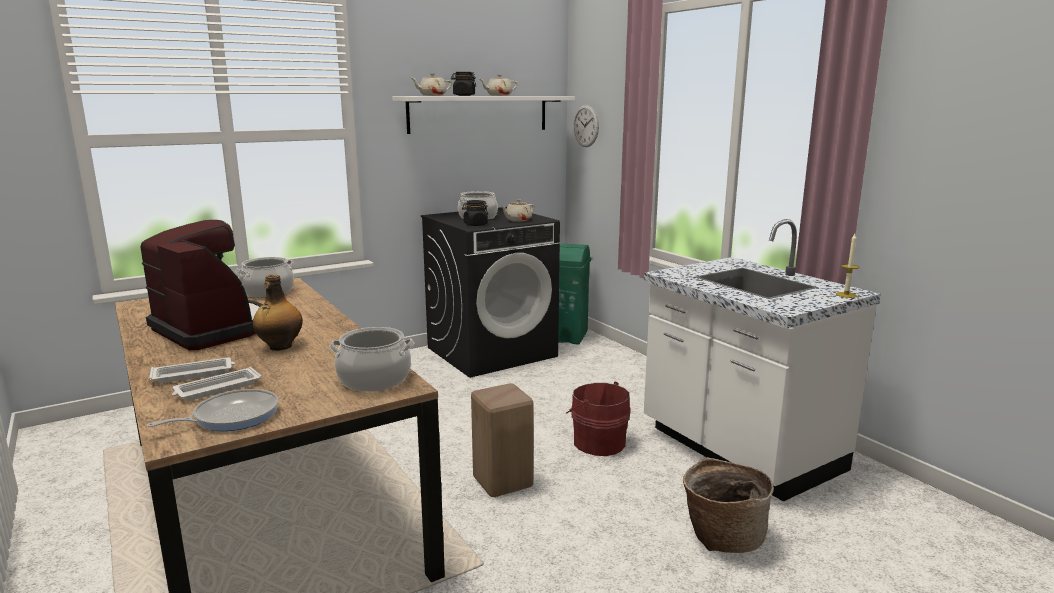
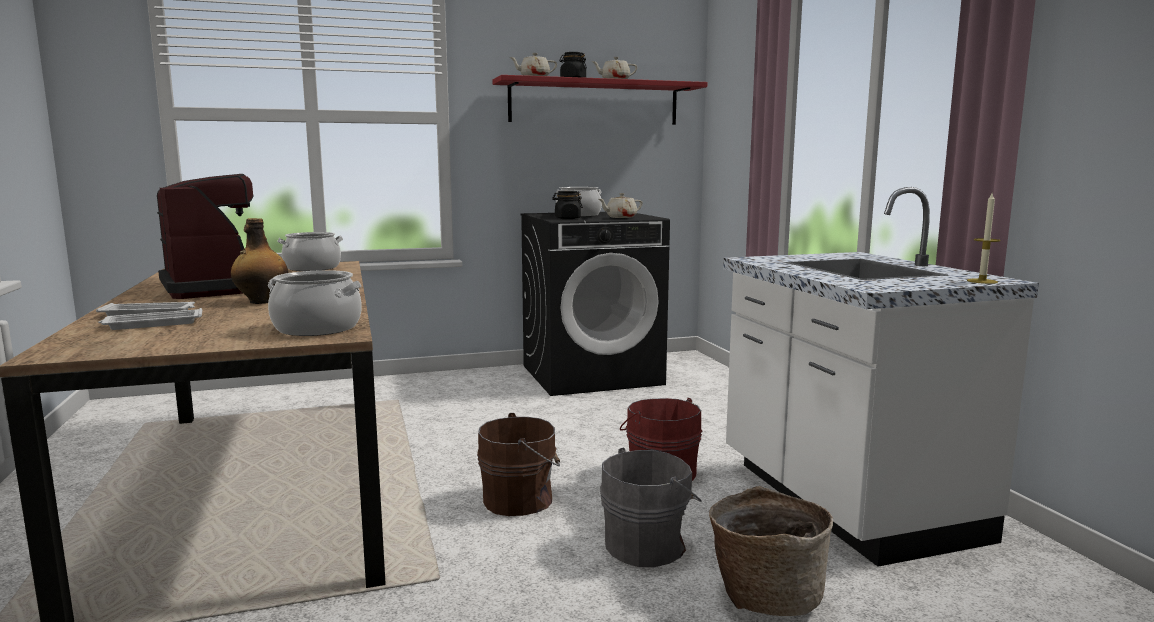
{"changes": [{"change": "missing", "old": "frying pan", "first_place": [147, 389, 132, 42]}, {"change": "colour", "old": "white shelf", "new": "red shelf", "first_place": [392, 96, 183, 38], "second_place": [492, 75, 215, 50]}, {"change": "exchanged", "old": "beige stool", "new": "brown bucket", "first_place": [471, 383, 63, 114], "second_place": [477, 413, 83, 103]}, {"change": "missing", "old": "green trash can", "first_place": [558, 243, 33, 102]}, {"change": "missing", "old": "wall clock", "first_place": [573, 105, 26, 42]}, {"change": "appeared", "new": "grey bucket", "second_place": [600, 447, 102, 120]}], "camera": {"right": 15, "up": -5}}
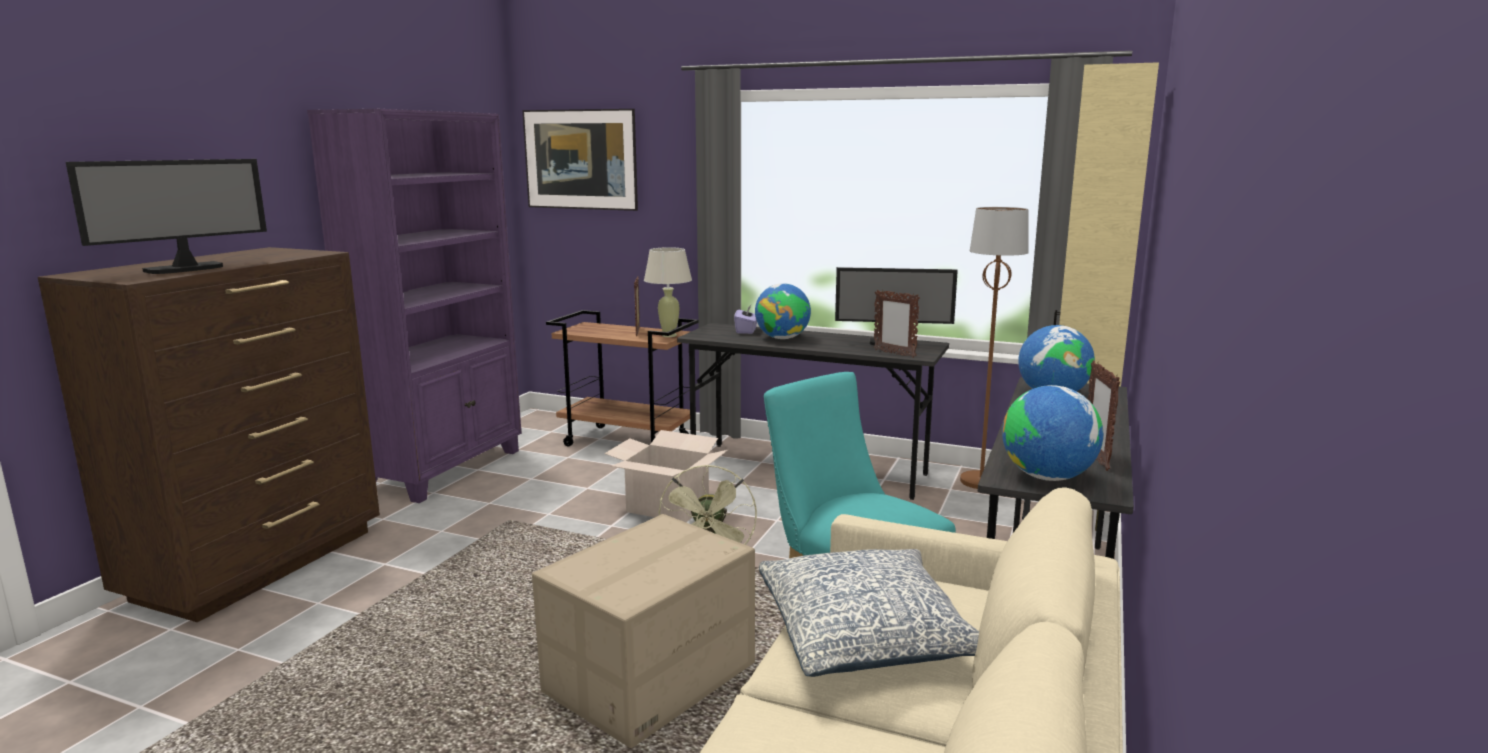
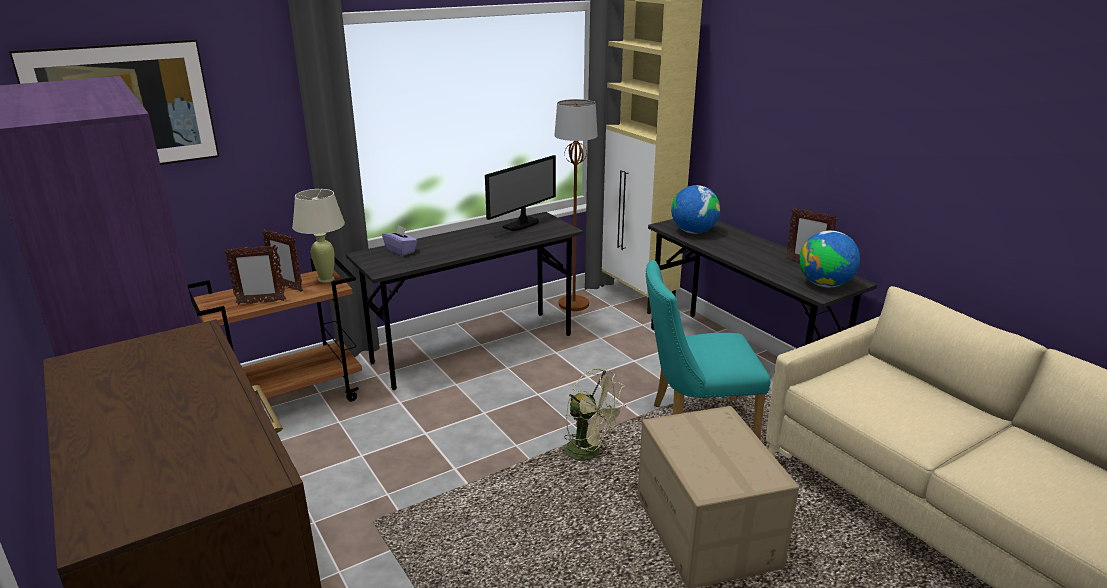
{"changes": [{"change": "missing", "old": "monitor", "first_place": [66, 159, 201, 115]}, {"change": "missing", "old": "cardboard box", "first_place": [604, 430, 124, 92]}, {"change": "missing", "old": "globe", "first_place": [755, 283, 56, 56]}, {"change": "missing", "old": "pillow", "first_place": [759, 549, 220, 128]}, {"change": "relocated", "old": "picture frame", "first_place": [874, 290, 46, 68], "second_place": [224, 244, 62, 61]}], "camera": {"right": -55, "up": 10}}
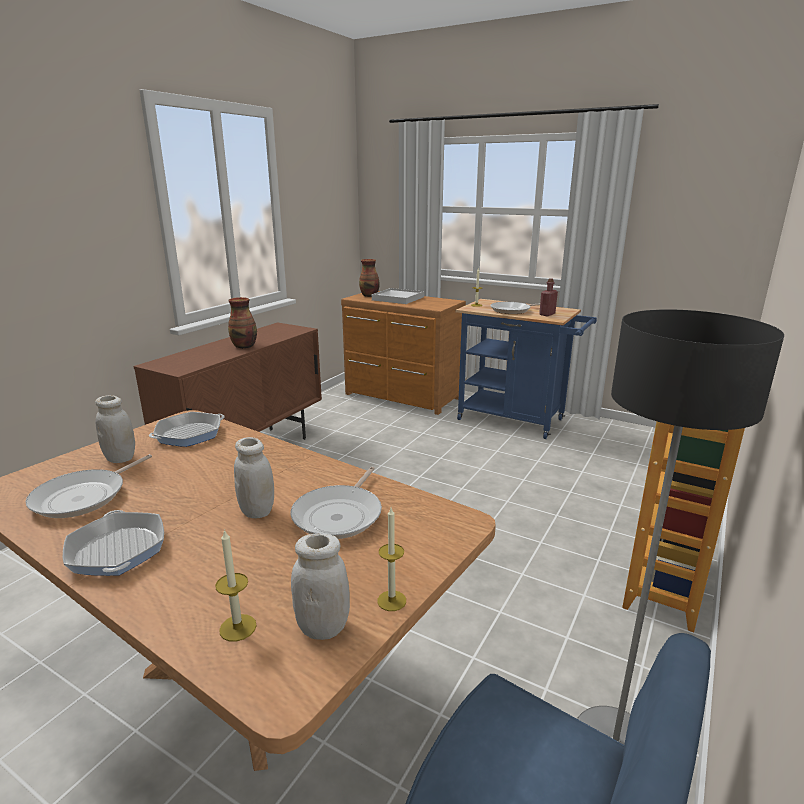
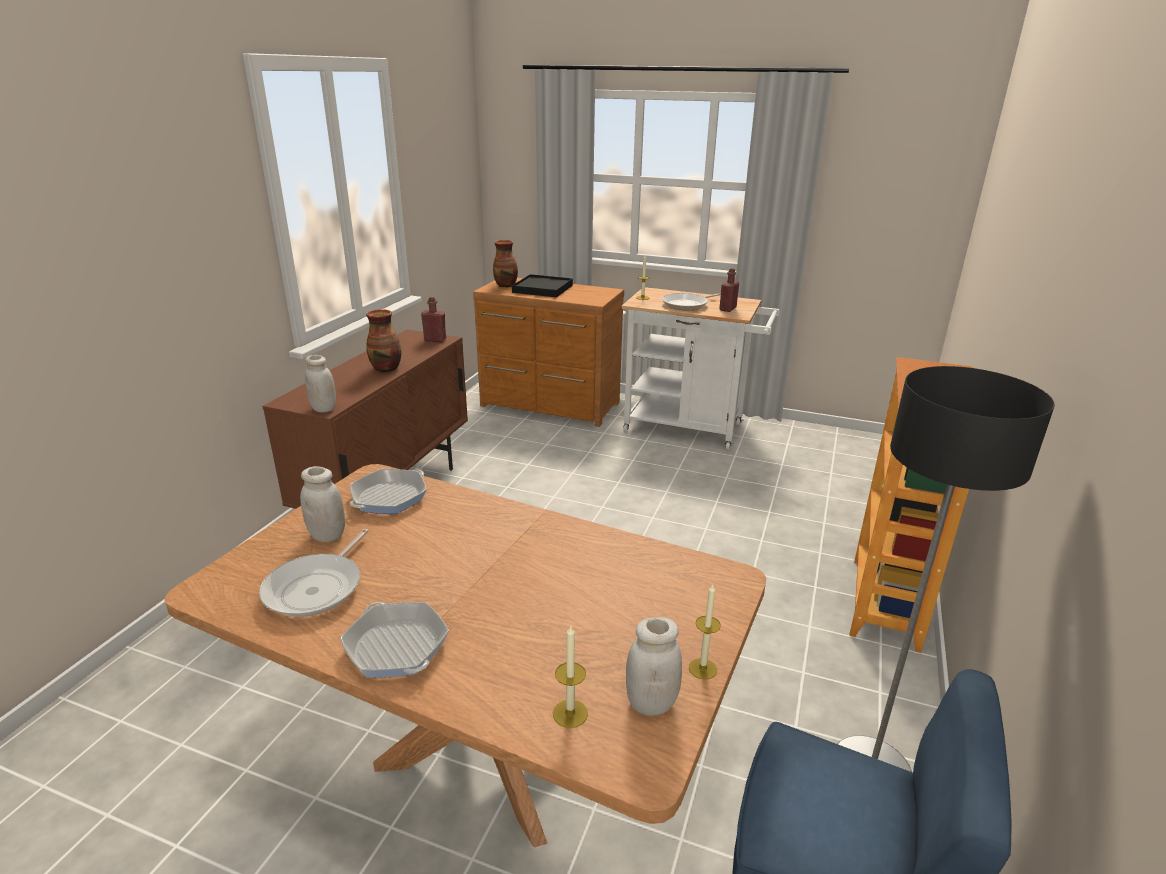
{"changes": [{"change": "relocated", "old": "white jar", "first_place": [234, 437, 40, 82], "second_place": [305, 355, 31, 57]}, {"change": "missing", "old": "frying pan", "first_place": [290, 467, 92, 72]}, {"change": "colour", "old": "white tray", "new": "black tray", "first_place": [372, 288, 52, 16], "second_place": [512, 274, 61, 23]}, {"change": "colour", "old": "blue cart", "new": "white cart", "first_place": [456, 299, 141, 140], "second_place": [621, 287, 159, 163]}, {"change": "appeared", "new": "red bottle", "second_place": [421, 297, 25, 45]}], "camera": {"right": -10, "up": 5}}
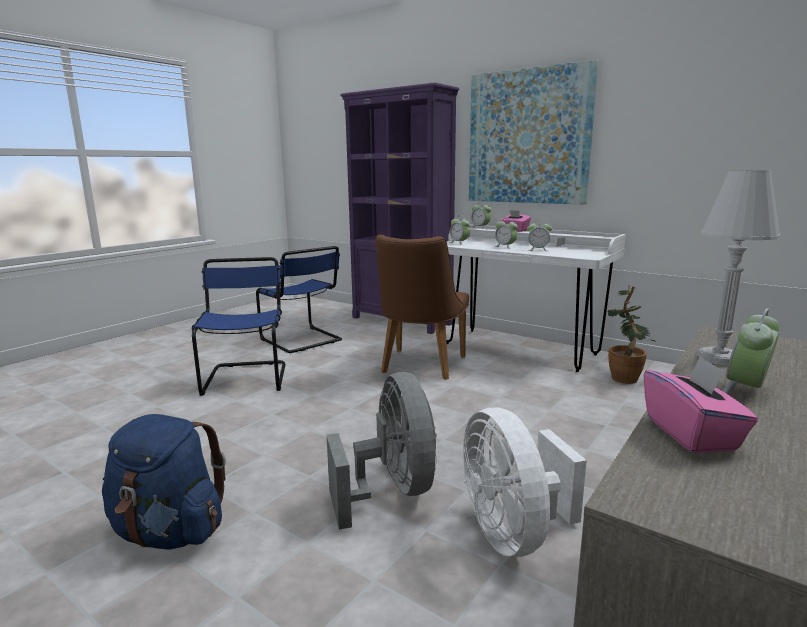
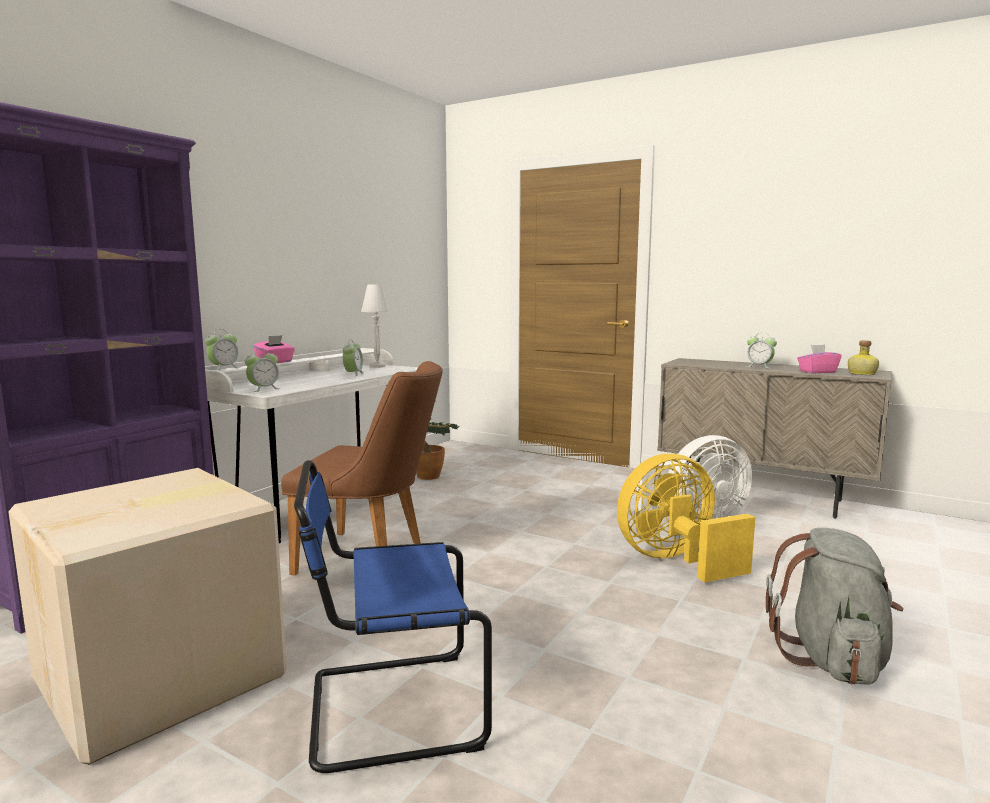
{"changes": [{"change": "colour", "old": "blue backpack", "new": "grey backpack", "first_place": [102, 414, 124, 136], "second_place": [766, 528, 137, 157]}, {"change": "exchanged", "old": "blue chair", "new": "cardboard box", "first_place": [256, 246, 86, 107], "second_place": [8, 468, 279, 297]}, {"change": "colour", "old": "grey fan", "new": "yellow fan", "first_place": [326, 372, 111, 158], "second_place": [617, 454, 138, 128]}, {"change": "missing", "old": "picture", "first_place": [469, 60, 129, 145]}, {"change": "missing", "old": "alarm clock", "first_place": [495, 218, 23, 31]}, {"change": "relocated", "old": "white table lamp", "first_place": [699, 170, 81, 196], "second_place": [361, 284, 29, 84]}, {"change": "appeared", "new": "bottle", "second_place": [848, 340, 31, 35]}], "camera": {"right": -95, "up": -5}}
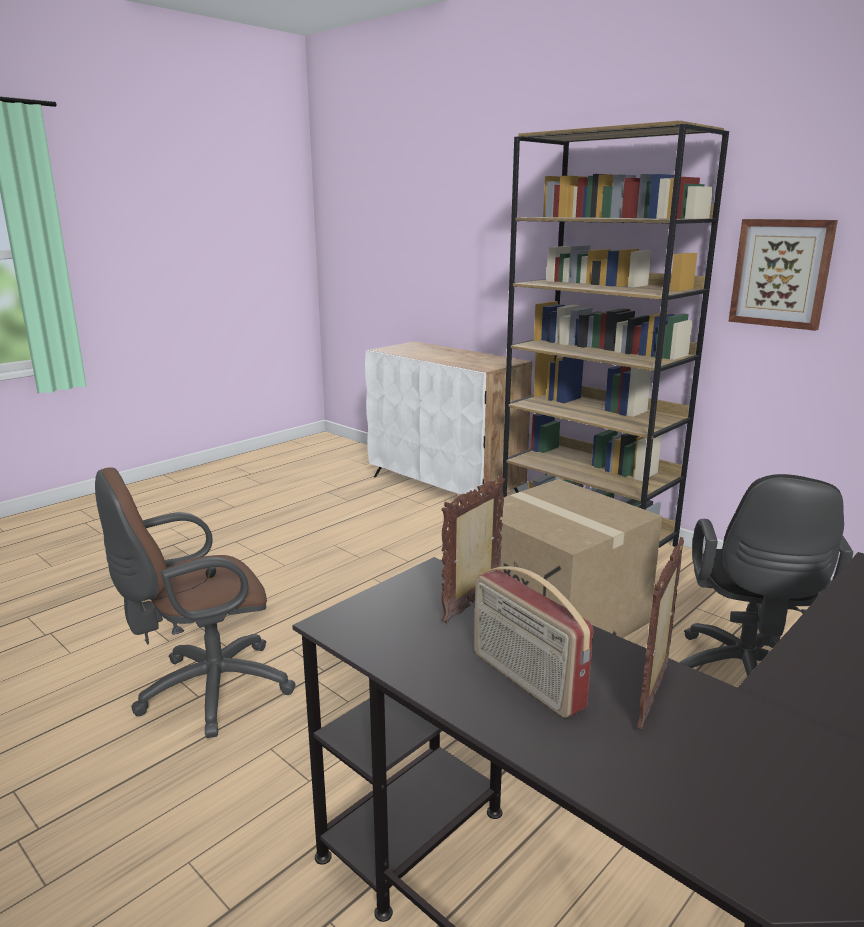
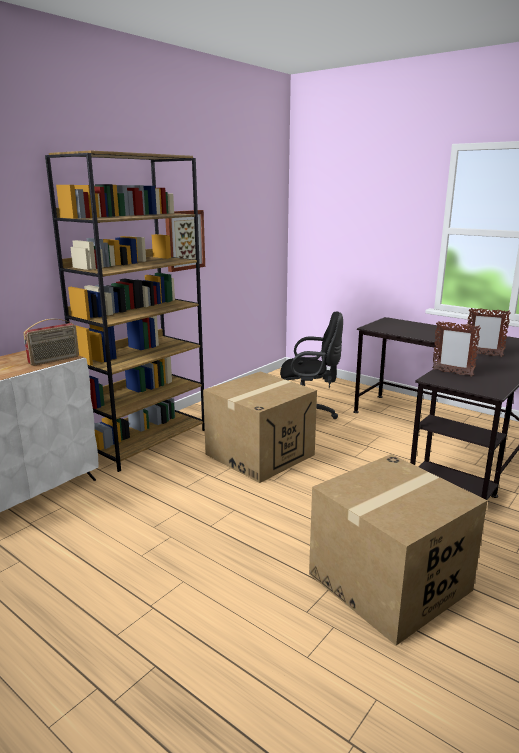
{"changes": [{"change": "exchanged", "old": "brown office chair", "new": "cardboard box", "first_place": [95, 467, 201, 271], "second_place": [309, 454, 179, 192]}, {"change": "relocated", "old": "radio", "first_place": [474, 566, 120, 152], "second_place": [23, 319, 56, 47]}], "camera": {"right": -95, "up": 0}}
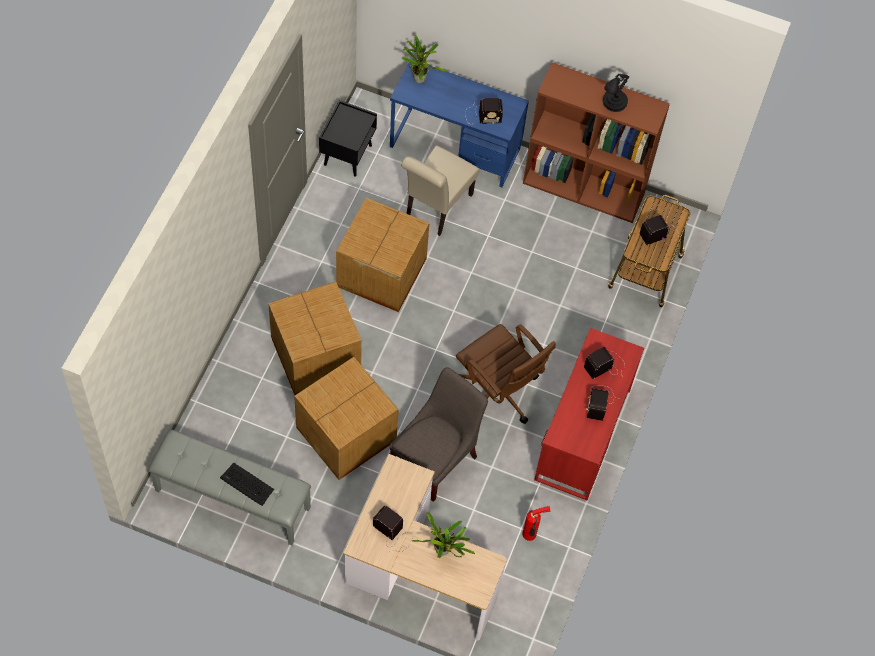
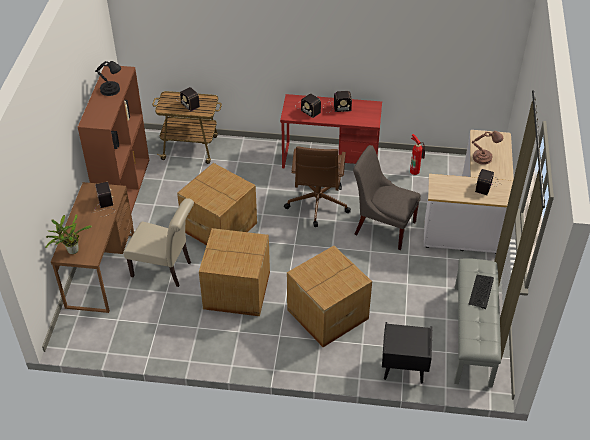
{"changes": [{"change": "relocated", "old": "cardboard box", "first_place": [294, 357, 105, 123], "second_place": [177, 163, 80, 82]}, {"change": "relocated", "old": "black nightstand", "first_place": [319, 100, 58, 77], "second_place": [382, 322, 50, 61]}, {"change": "colour", "old": "blue desk", "new": "brown desk", "first_place": [390, 59, 139, 128], "second_place": [51, 182, 83, 131]}, {"change": "exchanged", "old": "potted plant", "new": "brown table lamp", "first_place": [412, 512, 63, 46], "second_place": [472, 131, 31, 34]}, {"change": "spun", "old": "brown office chair", "first_place": [456, 324, 100, 100], "second_place": [284, 146, 67, 81], "degrees": 150}], "camera": {"right": -100, "up": -15}}
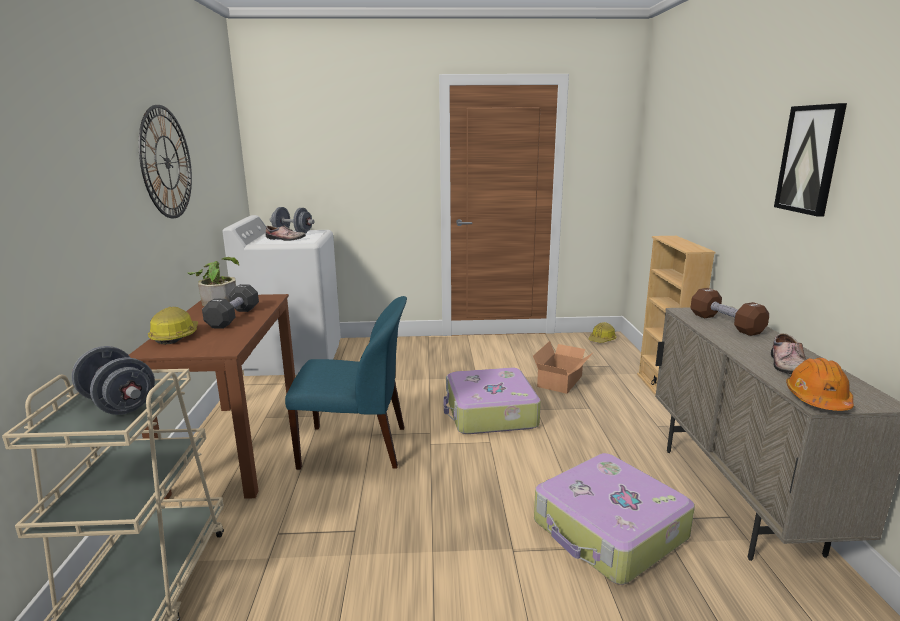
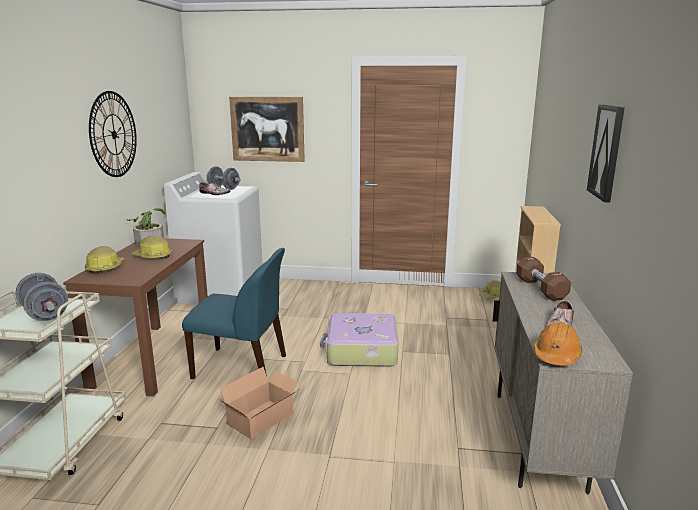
{"changes": [{"change": "exchanged", "old": "black dumbbell", "new": "hard hat", "first_place": [202, 284, 57, 45], "second_place": [131, 236, 41, 23]}, {"change": "relocated", "old": "cardboard box", "first_place": [533, 341, 61, 53], "second_place": [220, 367, 81, 73]}, {"change": "missing", "old": "suitcase", "first_place": [534, 453, 161, 132]}, {"change": "appeared", "new": "picture", "second_place": [229, 97, 76, 65]}], "camera": {"right": 10, "up": 0}}
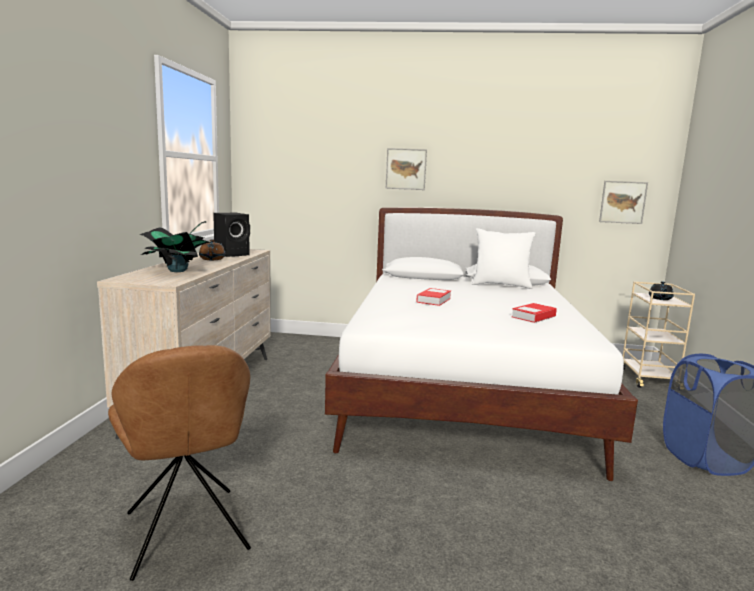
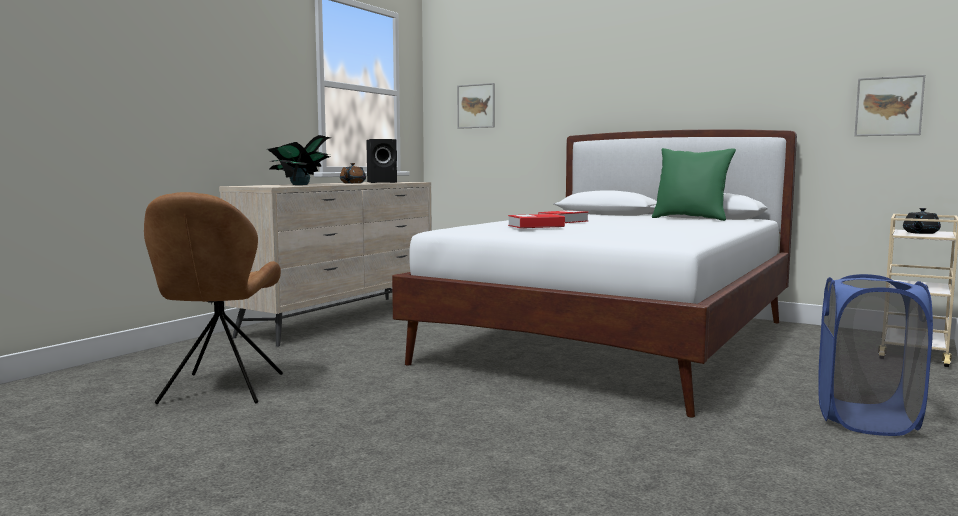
{"changes": [{"change": "relocated", "old": "picture", "first_place": [386, 148, 41, 42], "second_place": [457, 83, 38, 46]}, {"change": "colour", "old": "white pillow", "new": "green pillow", "first_place": [472, 228, 64, 61], "second_place": [652, 148, 84, 73]}, {"change": "relocated", "old": "book", "first_place": [512, 303, 45, 20], "second_place": [508, 214, 57, 14]}], "camera": {"right": 25, "up": -5}}
